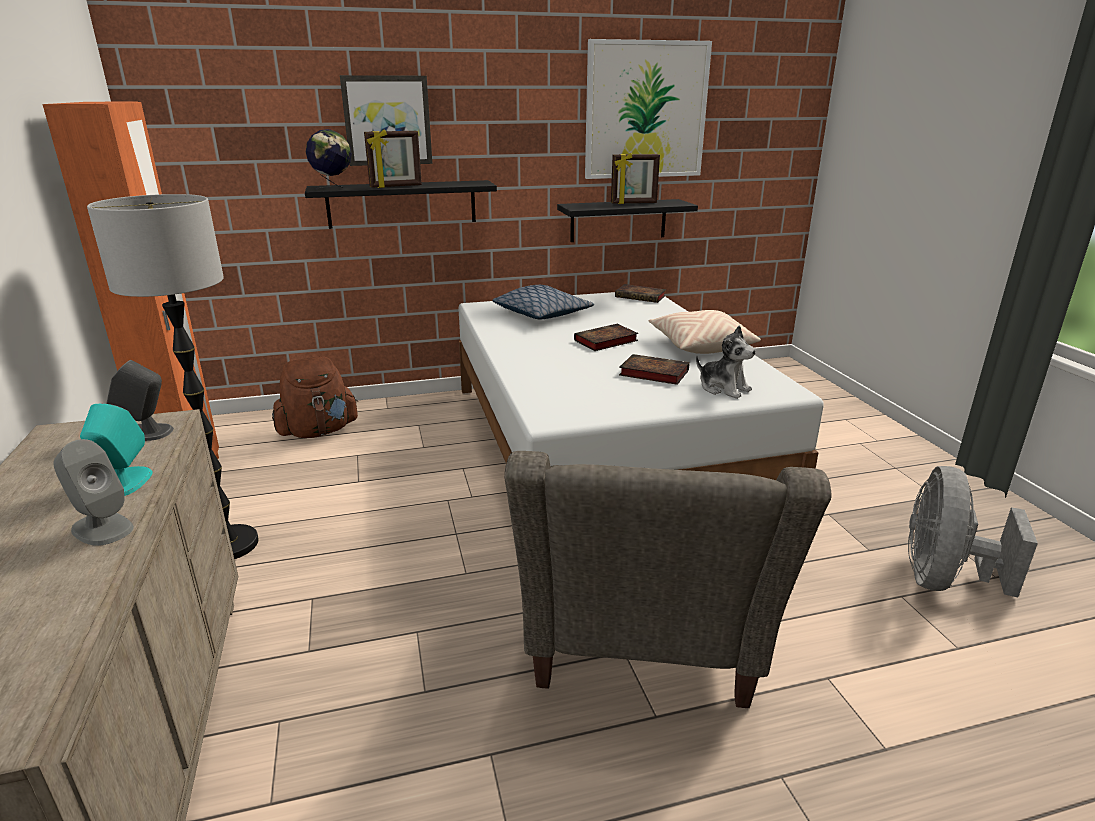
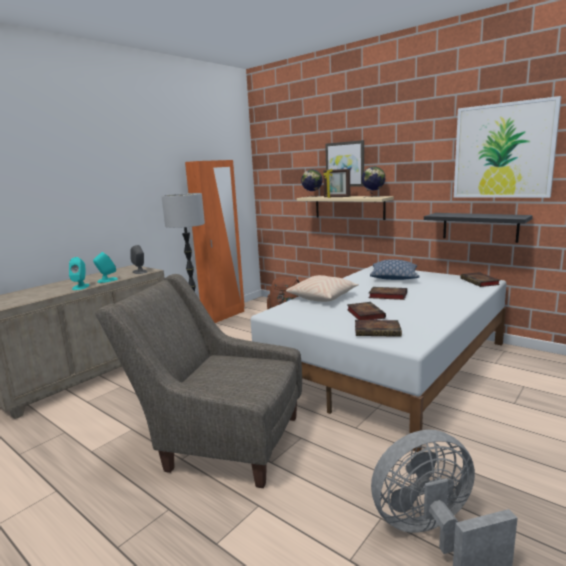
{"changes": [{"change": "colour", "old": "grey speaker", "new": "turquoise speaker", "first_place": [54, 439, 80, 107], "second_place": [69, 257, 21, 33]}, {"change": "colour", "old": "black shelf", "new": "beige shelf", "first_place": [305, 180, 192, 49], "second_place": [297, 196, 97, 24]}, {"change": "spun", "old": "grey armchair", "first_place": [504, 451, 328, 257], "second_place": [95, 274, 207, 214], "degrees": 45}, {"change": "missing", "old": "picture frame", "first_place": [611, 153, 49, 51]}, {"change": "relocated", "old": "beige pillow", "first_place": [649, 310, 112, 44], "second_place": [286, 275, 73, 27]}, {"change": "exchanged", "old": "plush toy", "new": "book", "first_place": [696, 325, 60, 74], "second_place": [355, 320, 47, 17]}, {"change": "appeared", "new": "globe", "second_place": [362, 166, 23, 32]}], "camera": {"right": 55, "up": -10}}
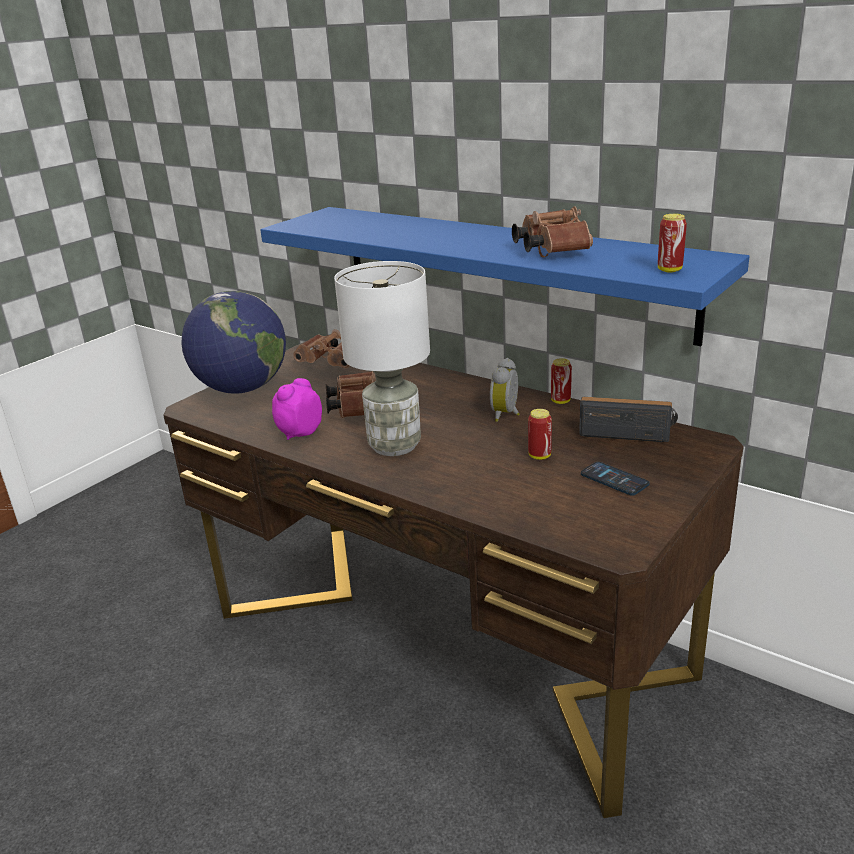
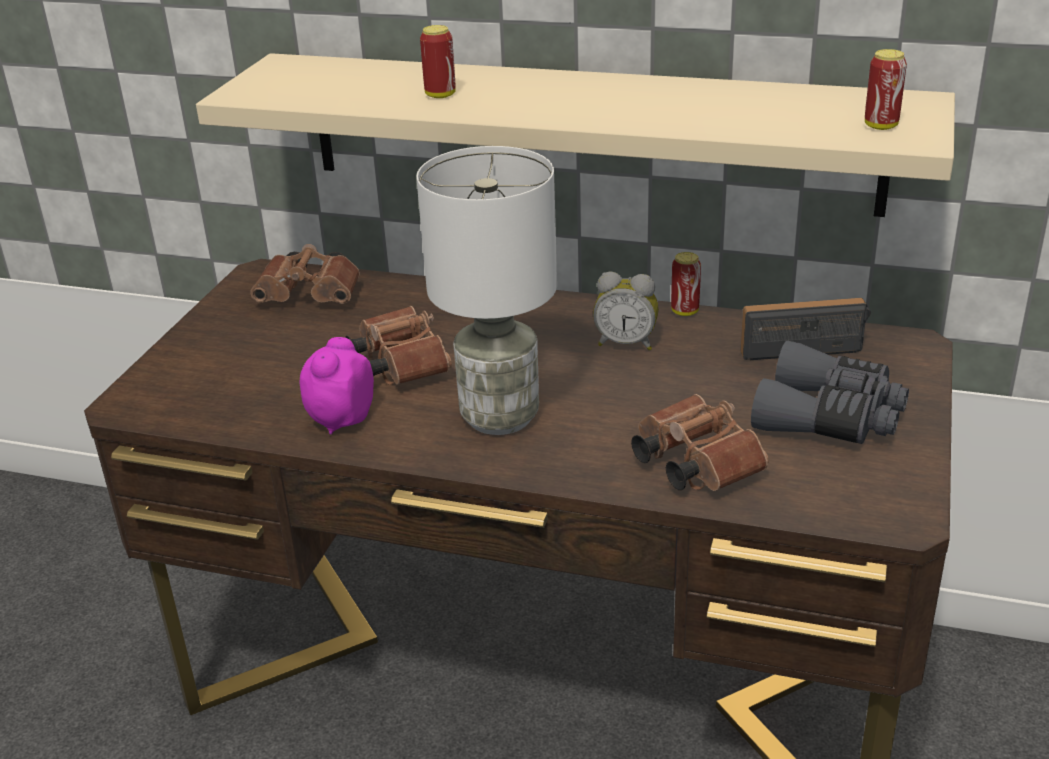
{"changes": [{"change": "missing", "old": "globe", "first_place": [182, 291, 104, 103]}, {"change": "colour", "old": "blue shelf", "new": "beige shelf", "first_place": [260, 207, 490, 139], "second_place": [196, 53, 759, 164]}, {"change": "spun", "old": "alarm clock", "first_place": [490, 358, 30, 64], "second_place": [593, 272, 66, 78], "degrees": -75}, {"change": "relocated", "old": "brown binoculars", "first_place": [512, 206, 81, 51], "second_place": [631, 394, 138, 97]}, {"change": "relocated", "old": "can", "first_place": [528, 409, 24, 51], "second_place": [420, 25, 36, 73]}, {"change": "exchanged", "old": "phone", "new": "grey binoculars", "first_place": [581, 462, 69, 34], "second_place": [751, 341, 158, 103]}], "camera": {"right": -20, "up": 5}}
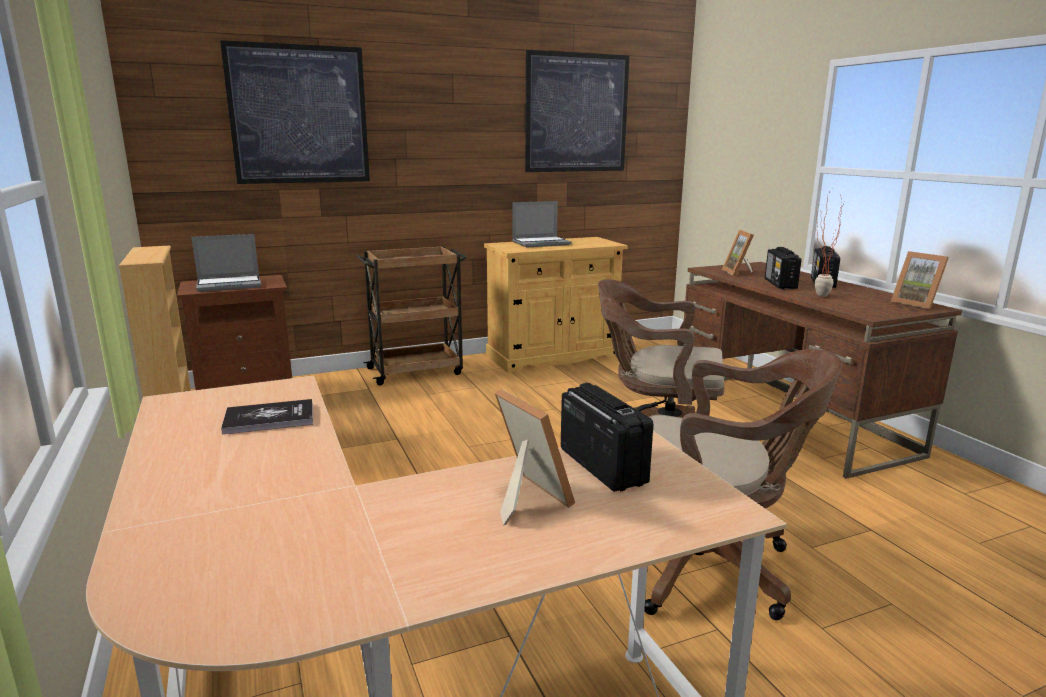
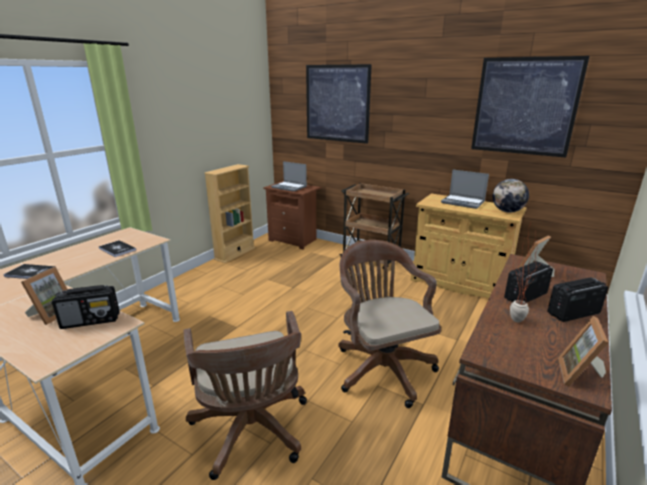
{"changes": [{"change": "spun", "old": "radio", "first_place": [561, 383, 92, 109], "second_place": [52, 285, 67, 44], "degrees": 45}, {"change": "appeared", "new": "book", "second_place": [3, 264, 53, 15]}, {"change": "appeared", "new": "globe", "second_place": [492, 179, 37, 33]}], "camera": {"right": 55, "up": 5}}
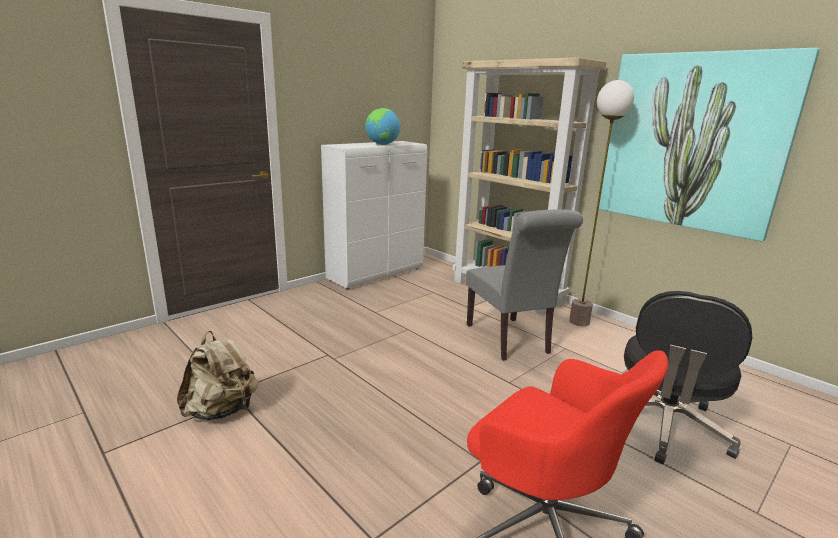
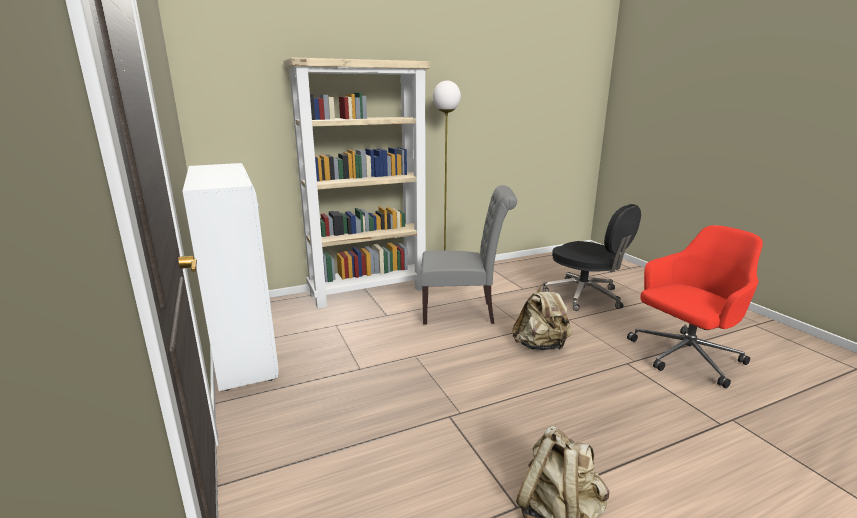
{"changes": [{"change": "missing", "old": "globe", "first_place": [365, 108, 35, 37]}, {"change": "missing", "old": "picture", "first_place": [599, 48, 221, 194]}, {"change": "appeared", "new": "beige backpack", "second_place": [512, 283, 60, 67]}], "camera": {"right": -70, "up": 0}}
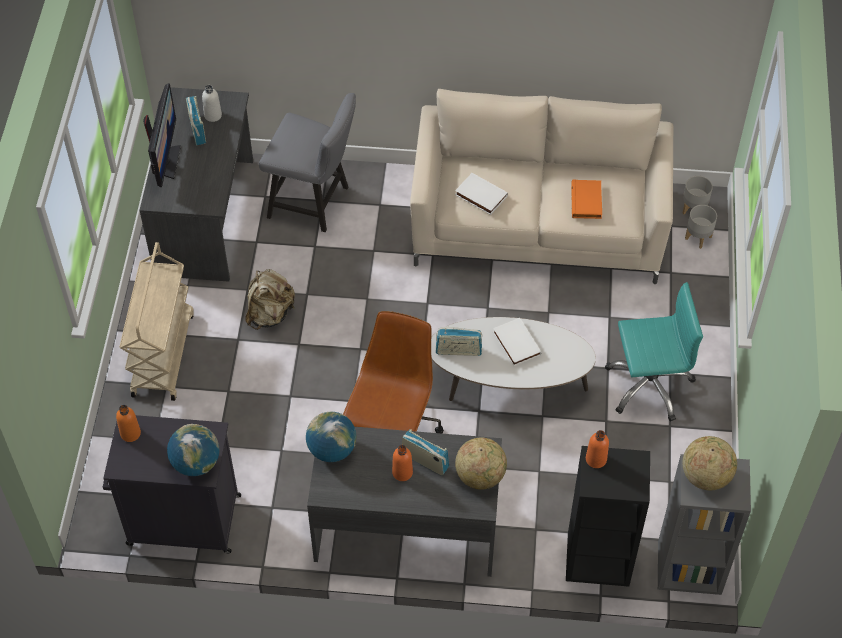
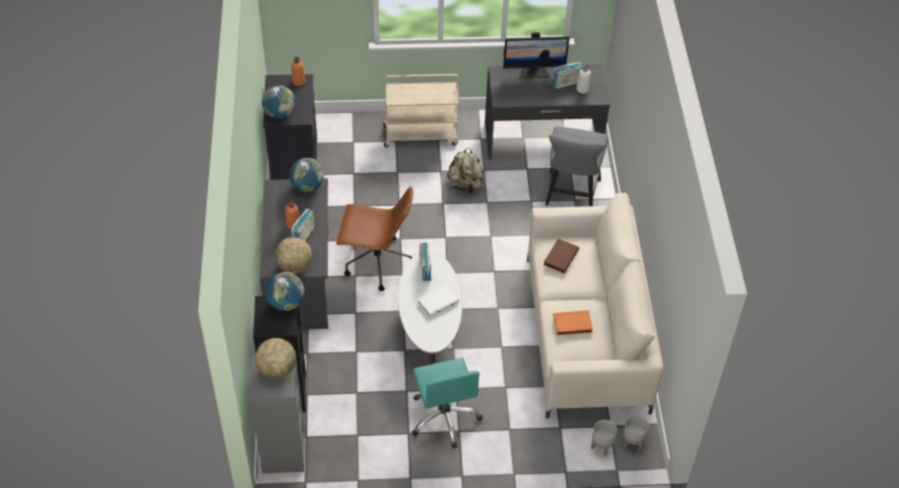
{"changes": [{"change": "colour", "old": "white book", "new": "brown book", "first_place": [455, 173, 53, 42], "second_place": [543, 238, 36, 35]}, {"change": "exchanged", "old": "orange bottle", "new": "globe", "first_place": [586, 430, 23, 38], "second_place": [265, 272, 39, 39]}], "camera": {"right": 80, "up": -5}}
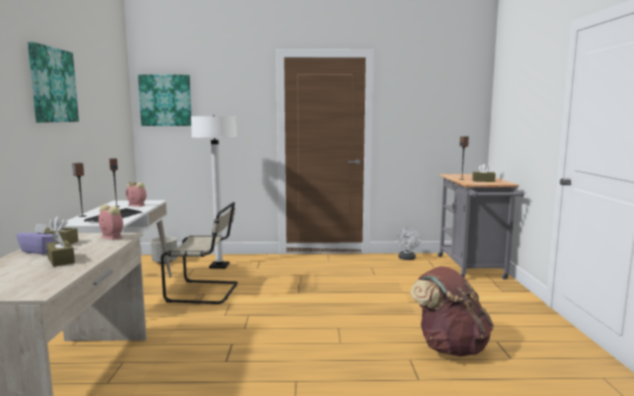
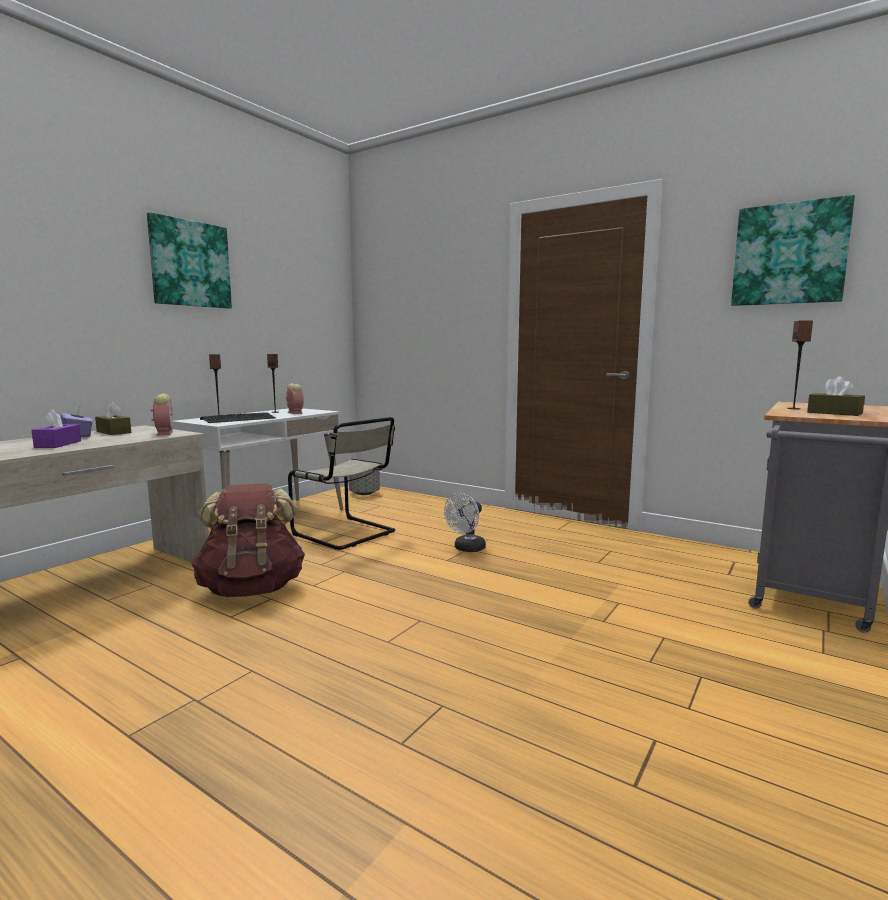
{"changes": [{"change": "colour", "old": "brown tissue box", "new": "purple tissue box", "first_place": [46, 231, 29, 36], "second_place": [31, 409, 50, 39]}, {"change": "relocated", "old": "picture", "first_place": [138, 75, 54, 51], "second_place": [731, 195, 124, 111]}, {"change": "missing", "old": "white floor lamp", "first_place": [191, 115, 46, 154]}, {"change": "relocated", "old": "white fan", "first_place": [397, 228, 24, 32], "second_place": [444, 493, 42, 59]}, {"change": "relocated", "old": "brown backpack", "first_place": [410, 266, 84, 91], "second_place": [191, 484, 114, 113]}], "camera": {"right": 35, "up": 0}}
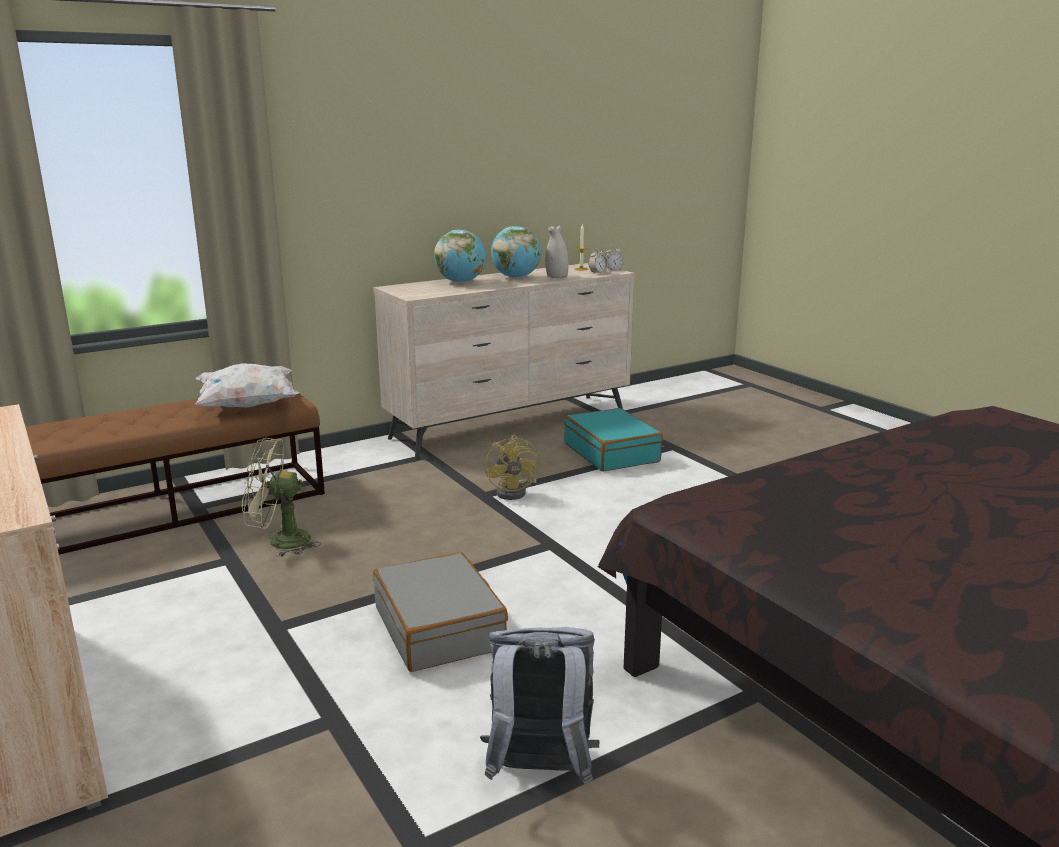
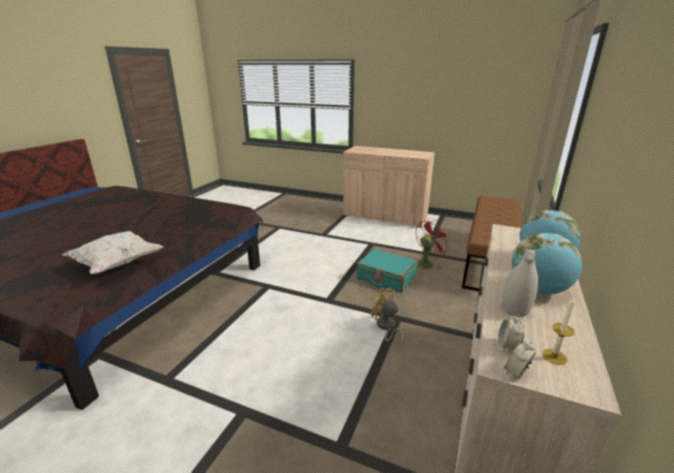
{"changes": [{"change": "relocated", "old": "white pillow", "first_place": [196, 363, 103, 45], "second_place": [63, 231, 100, 43]}, {"change": "colour", "old": "green fan", "new": "red fan", "first_place": [242, 438, 79, 119], "second_place": [414, 220, 37, 49]}, {"change": "missing", "old": "grey suitcase", "first_place": [373, 552, 135, 120]}, {"change": "missing", "old": "grey backpack", "first_place": [480, 627, 119, 157]}, {"change": "relocated", "old": "turquoise suitcase", "first_place": [564, 408, 99, 63], "second_place": [356, 249, 62, 43]}], "camera": {"right": 145, "up": 5}}
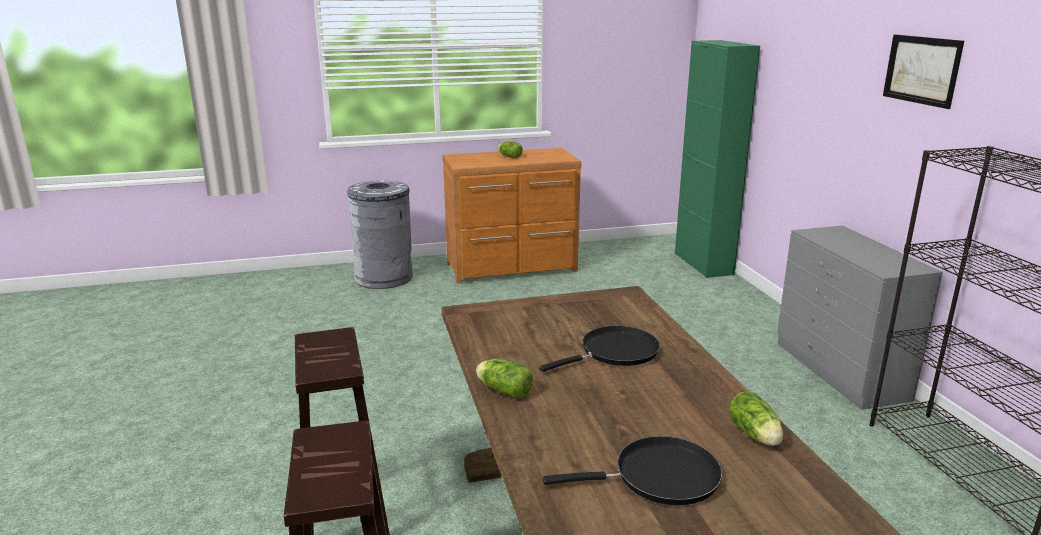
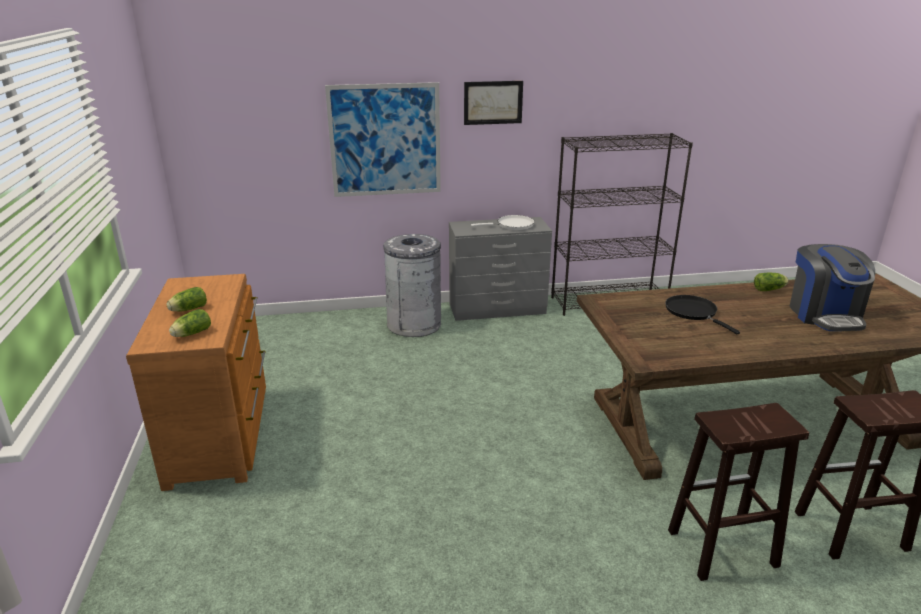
{"changes": [{"change": "relocated", "old": "grey trash can", "first_place": [347, 180, 66, 109], "second_place": [383, 234, 58, 103]}, {"change": "relocated", "old": "lettuce", "first_place": [476, 359, 57, 40], "second_place": [169, 309, 42, 28]}, {"change": "exchanged", "old": "black frying pan", "new": "coffee machine", "first_place": [543, 436, 179, 69], "second_place": [790, 244, 85, 87]}, {"change": "missing", "old": "green cabinet", "first_place": [675, 40, 85, 238]}, {"change": "appeared", "new": "picture", "second_place": [325, 82, 116, 115]}, {"change": "appeared", "new": "white frying pan", "second_place": [471, 215, 64, 15]}], "camera": {"right": -85, "up": 5}}
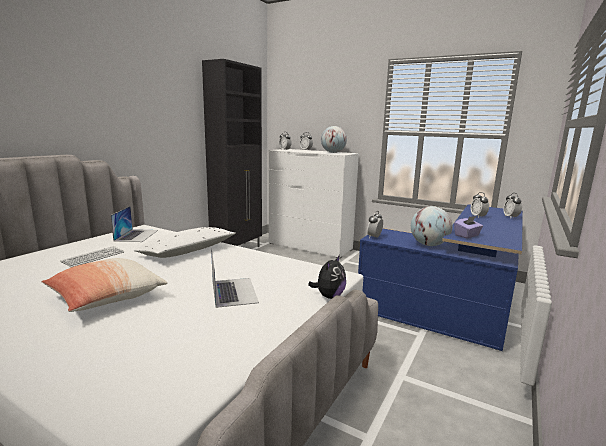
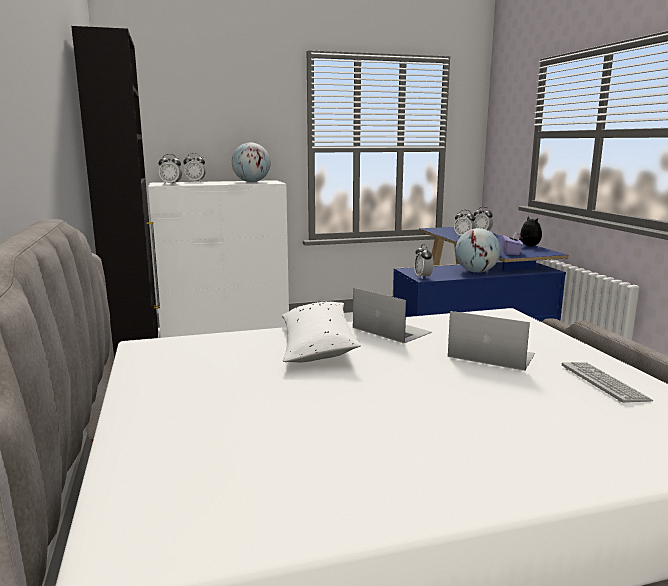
{"changes": [{"change": "missing", "old": "pillow", "first_place": [41, 258, 126, 54]}, {"change": "relocated", "old": "keyboard", "first_place": [60, 246, 64, 21], "second_place": [562, 362, 91, 41]}, {"change": "relocated", "old": "laptop", "first_place": [111, 206, 47, 36], "second_place": [353, 288, 79, 55]}, {"change": "relocated", "old": "plush toy", "first_place": [308, 255, 38, 44], "second_place": [517, 215, 25, 32]}], "camera": {"right": -45, "up": 0}}
